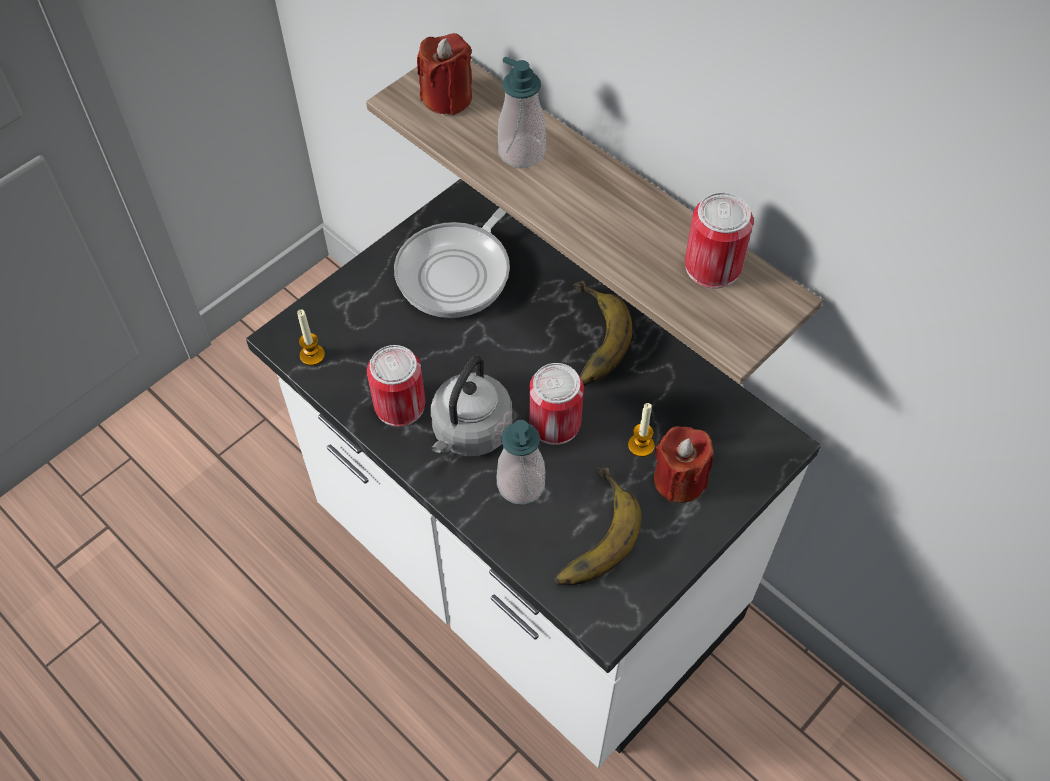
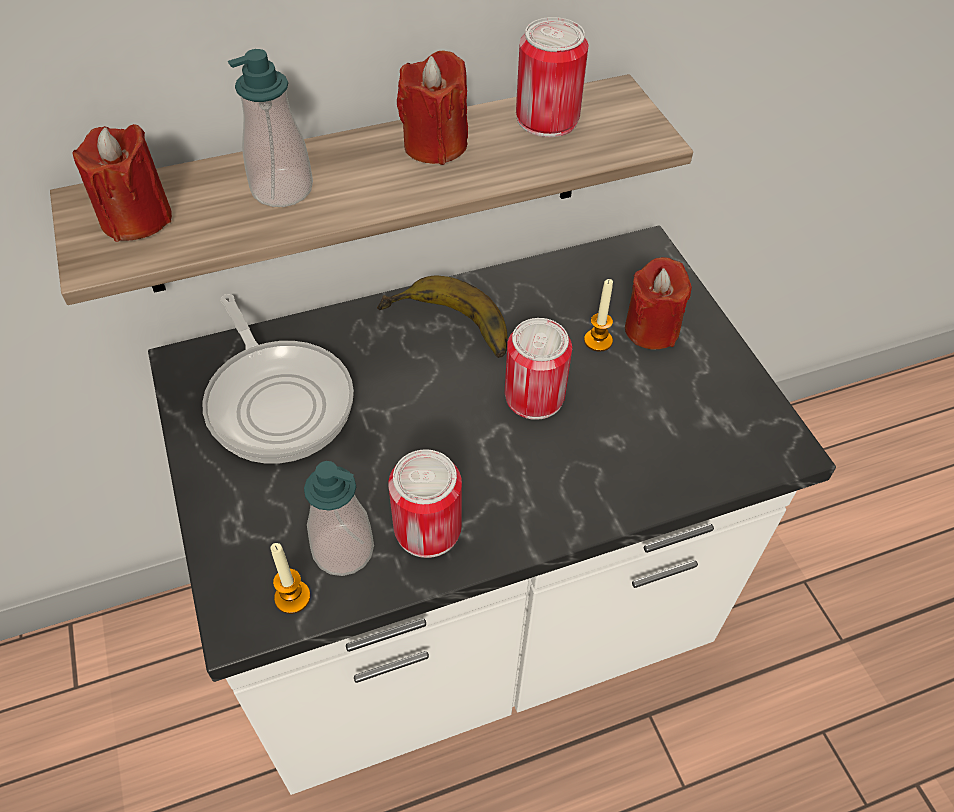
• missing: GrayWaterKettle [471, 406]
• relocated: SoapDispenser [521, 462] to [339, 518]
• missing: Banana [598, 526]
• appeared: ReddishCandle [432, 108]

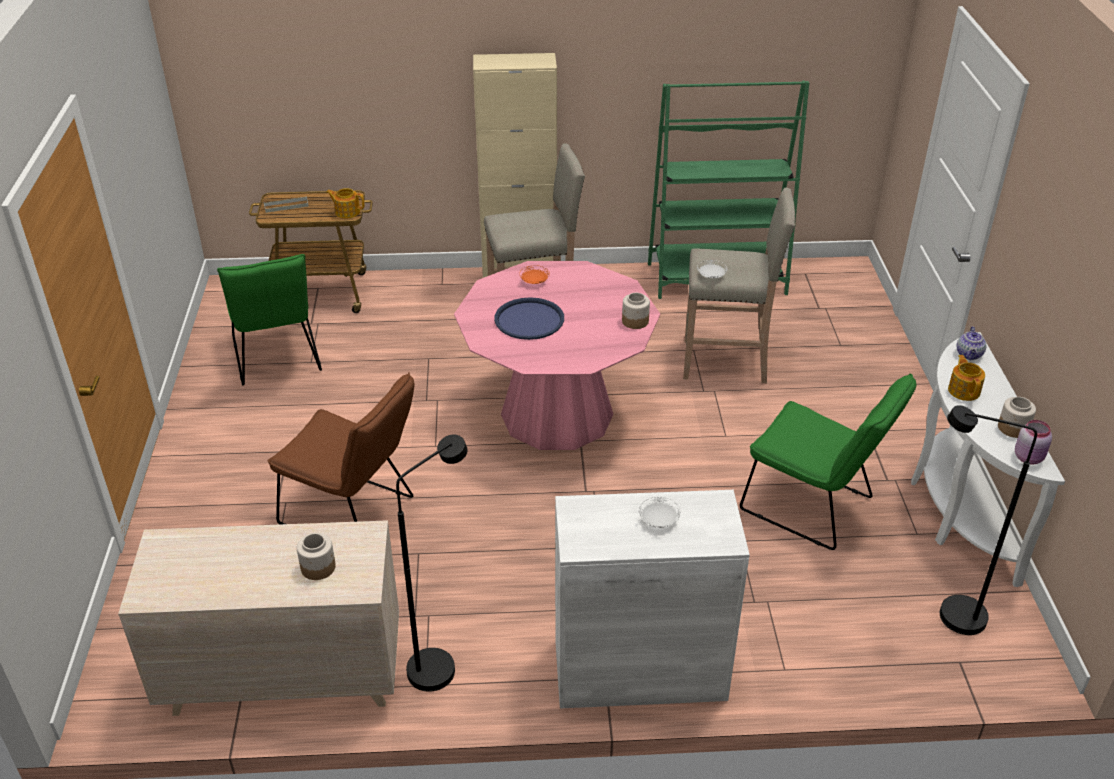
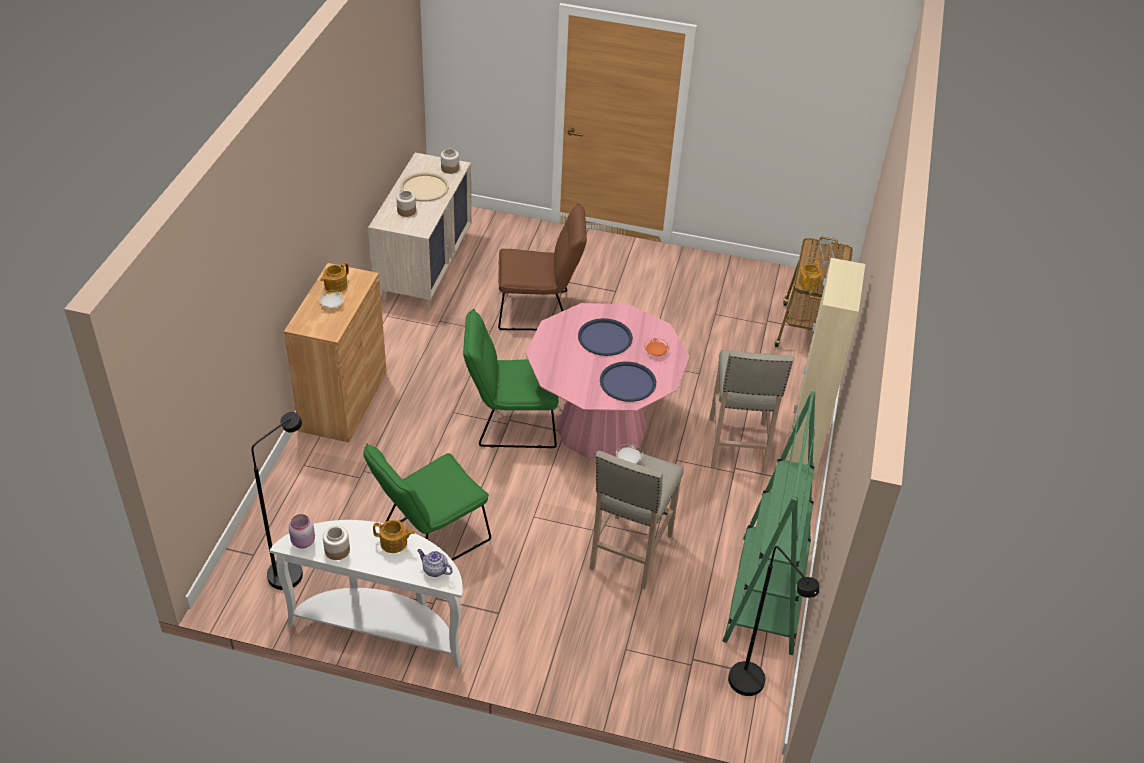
• relocated: GreenishUprightChair [269, 320] to [511, 378]
• relocated: StorageJar [636, 311] to [450, 161]
• spun: BrownColouredUprightChair [341, 448] = [542, 267] 135 degrees counterclockwise
• relocated: BlackFloorLamp [432, 563] to [773, 621]
• colour: WhiteStorageCabinet [652, 599] to BrownColouredStorageCabinet [335, 353]
• appeared: SandColouredServingTray [424, 186]
• appeared: PotForTea [334, 277]
• appeared: BluishServingTray [628, 382]

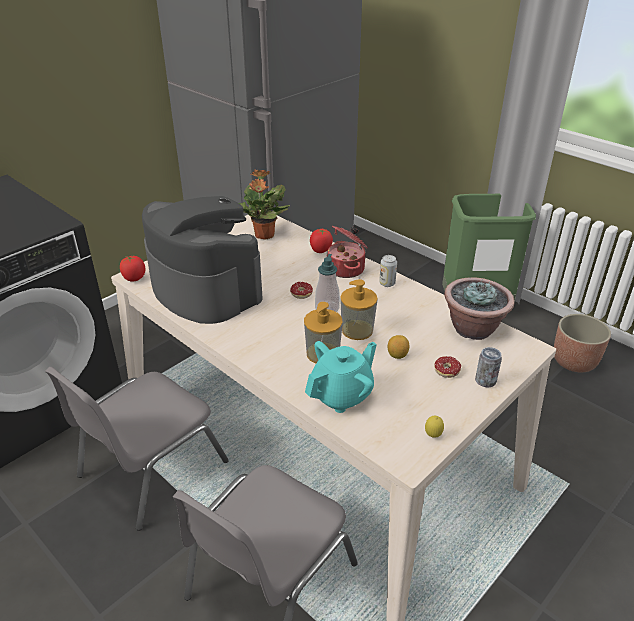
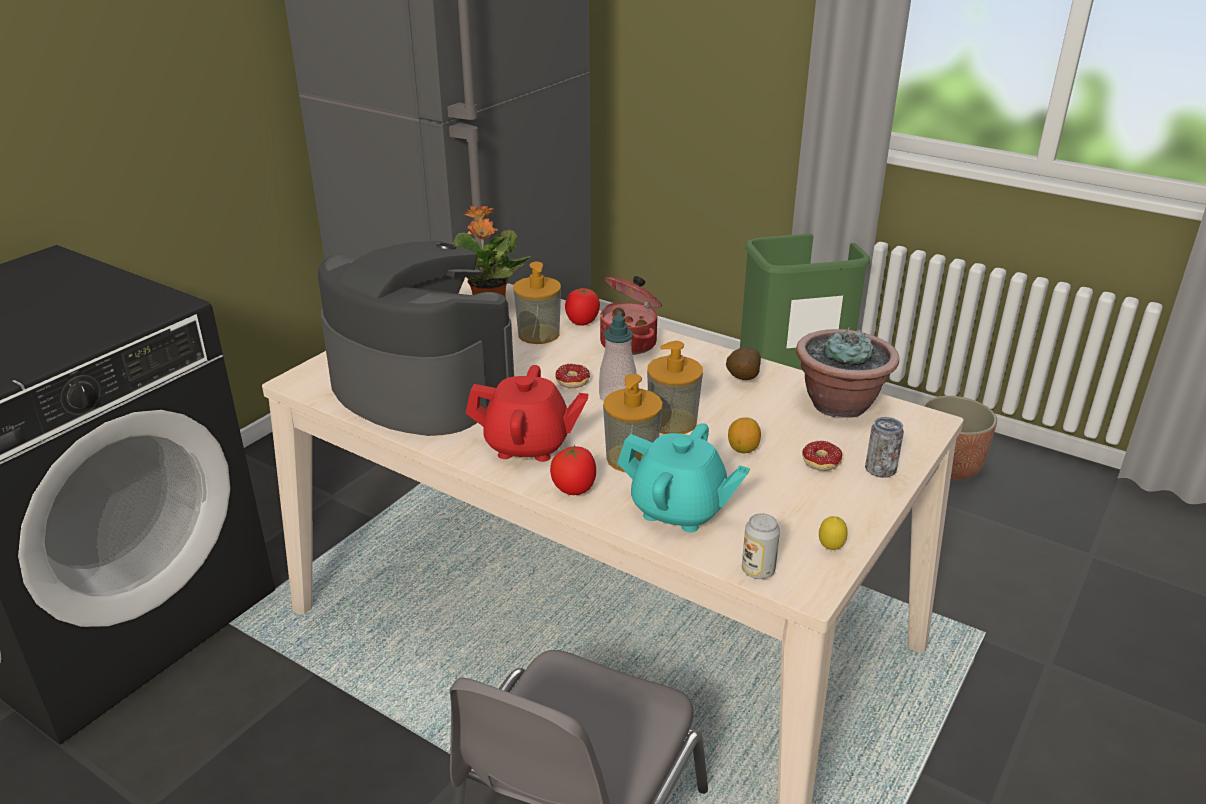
• relocated: WholeTomato [132, 268] to [573, 470]
• relocated: SealedCan [388, 271] to [761, 546]
• spun: BlueGreenPotForTea [341, 377] = [683, 477] 75 degrees clockwise
• missing: GrayUprightChair [137, 448]
• appeared: SoapDispenser [537, 303]
• appeared: Potato [743, 363]
• appeared: ReddishPotForTea [527, 413]

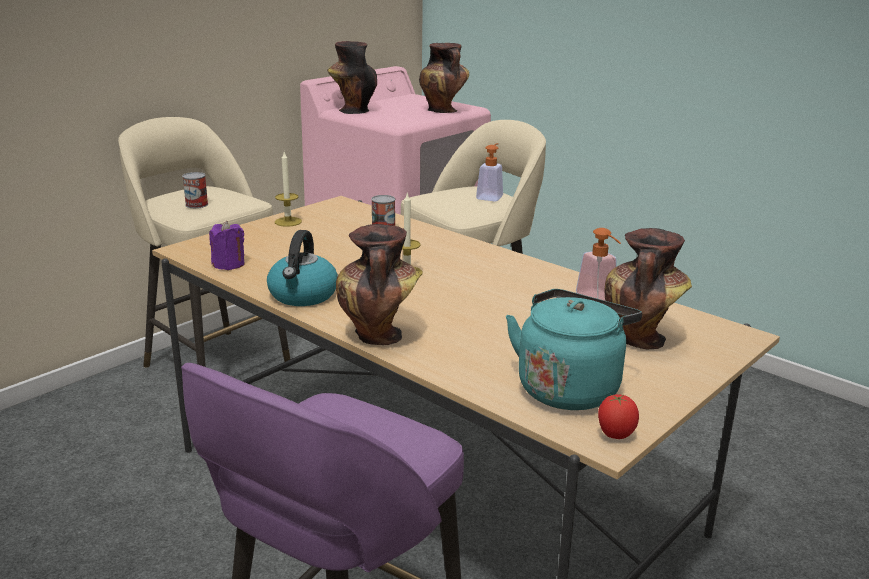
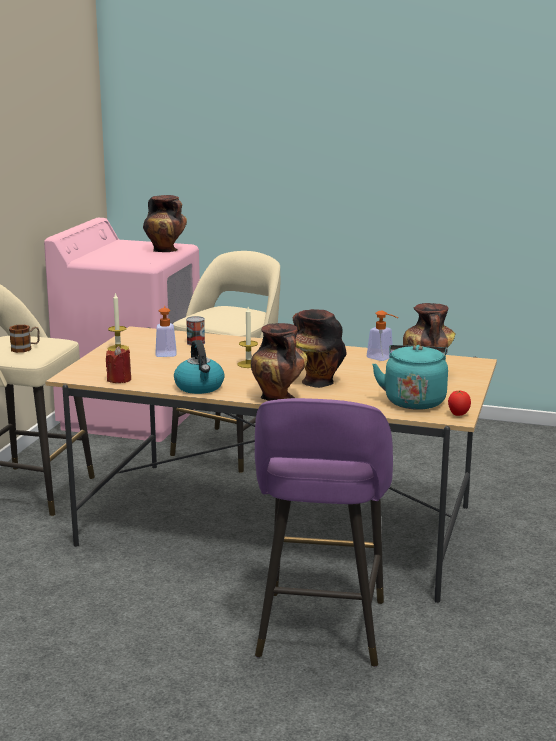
• relocated: Vase [352, 77] to [320, 348]
• relocated: SoapDispenser [489, 172] to [166, 331]
• exchanged: SealedCan [195, 190] to CoffeeMug [24, 339]
• colour: PurplishCandle [226, 245] to ReddishCandle [118, 364]

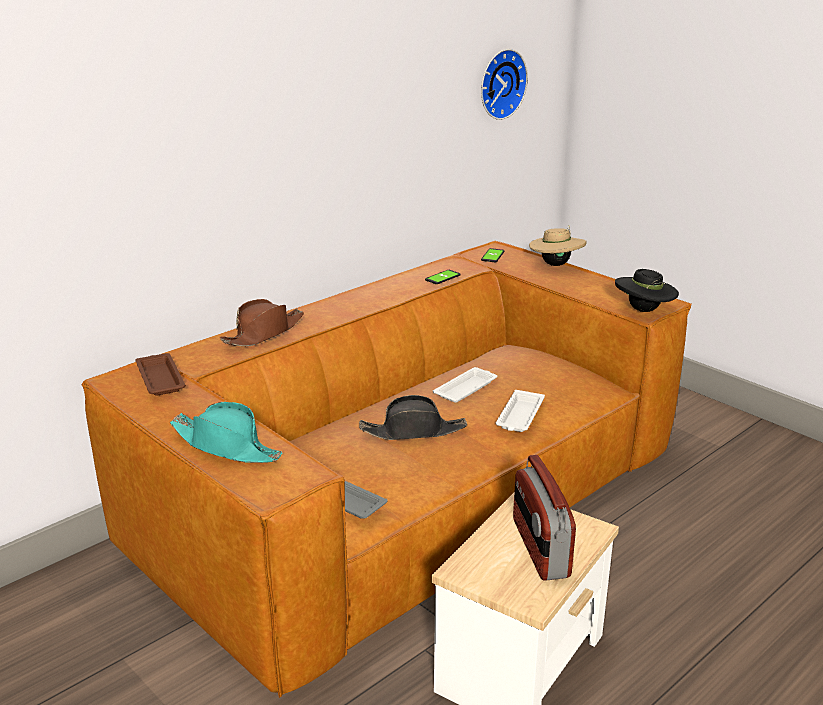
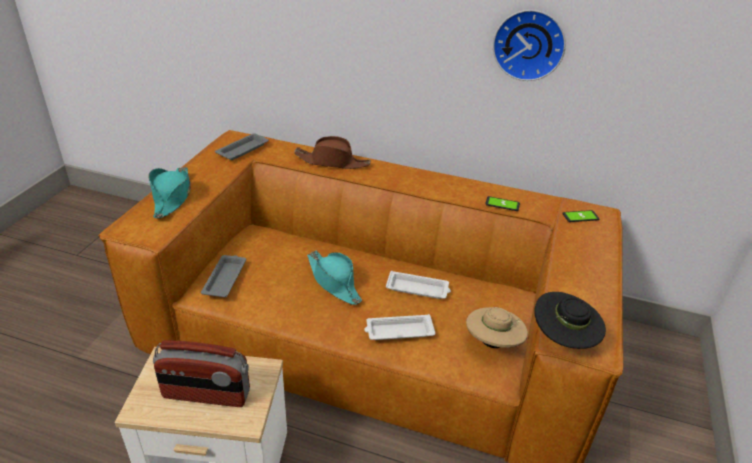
• relocated: WallClock [504, 84] to [529, 45]
• relocated: SandColouredWearableHat [558, 245] to [497, 327]
• colour: BrownColouredServingTray [160, 374] to GrayServingTray [242, 146]
• colour: BlackWearableHat [413, 417] to BlueGreenWearableHat [334, 277]
• spun: RadioSet [544, 518] = [201, 373] 135 degrees counterclockwise

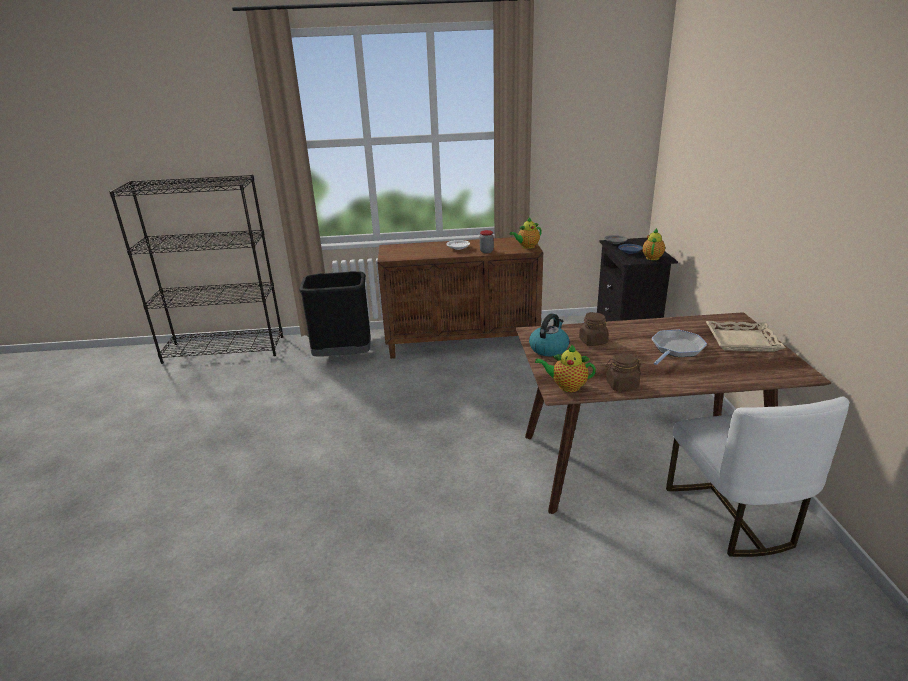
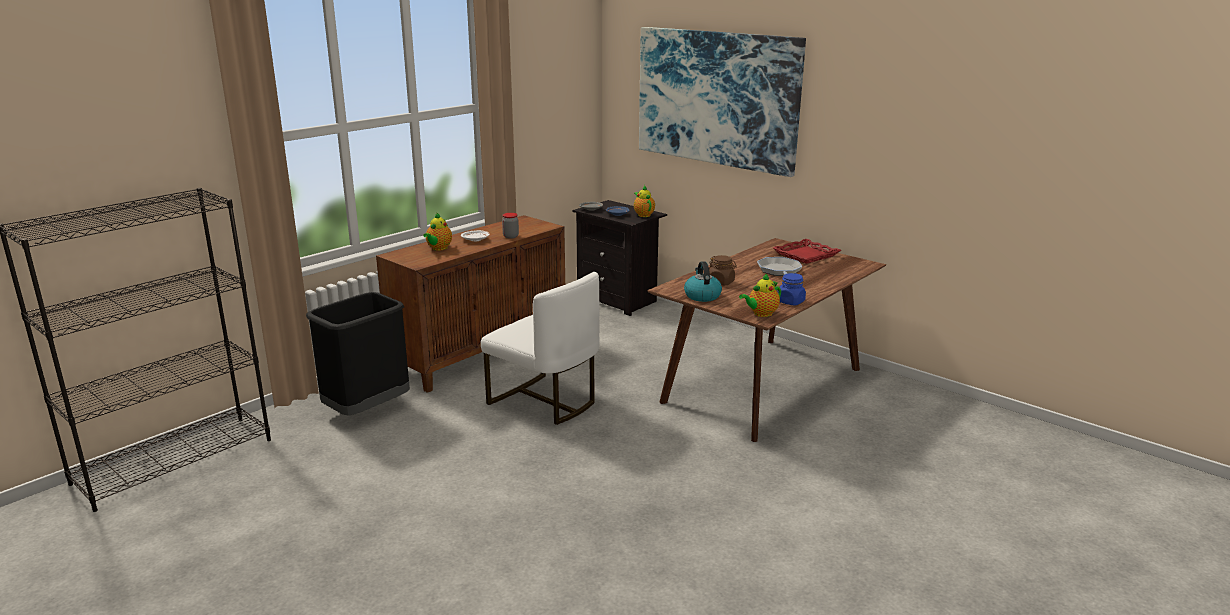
• relocated: PotForTea [525, 233] to [437, 231]
• colour: SandColouredServingTray [746, 336] to ReddishServingTray [807, 251]
• colour: BrownColouredStorageJar [623, 372] to BluishStorageJar [792, 289]
• relocated: WhiteUprightChair [757, 476] to [540, 348]
• appeared: Picture [722, 102]

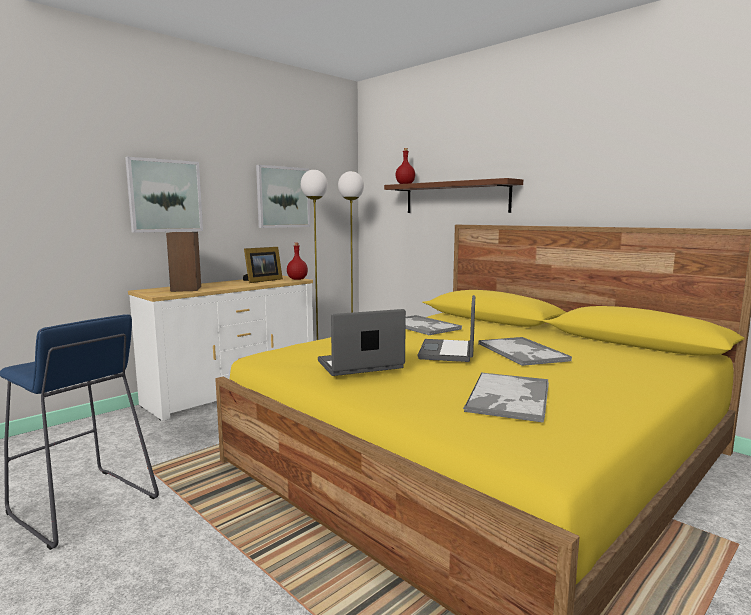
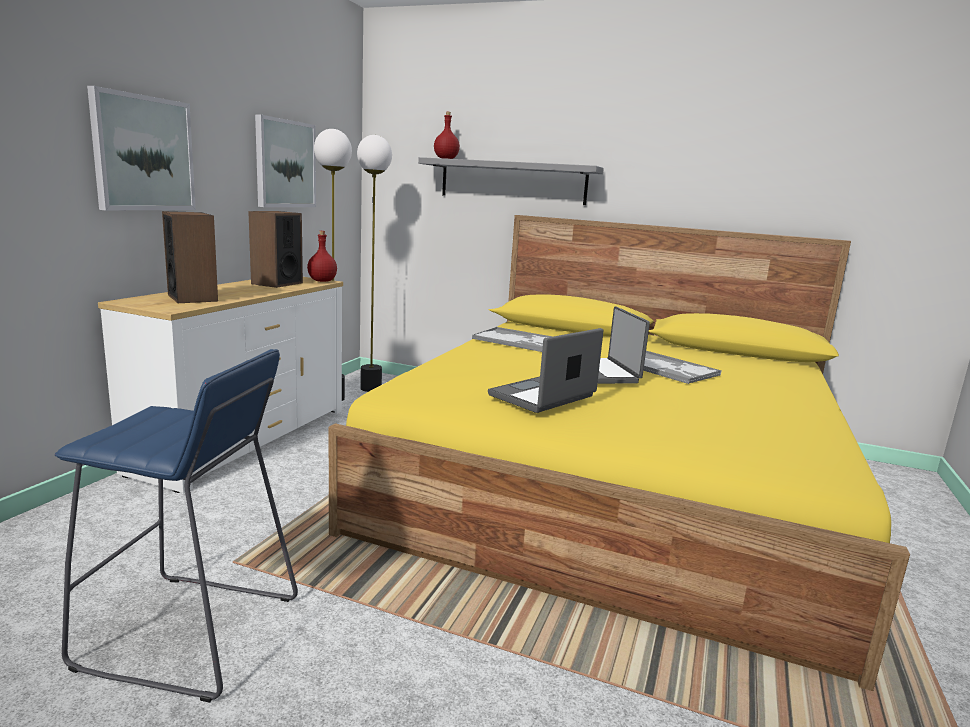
• colour: BrownColouredShelf [453, 195] to GrayShelf [511, 181]
• exchanged: StandingFrame [263, 265] to Speaker [275, 249]
• missing: ServingTray [506, 397]

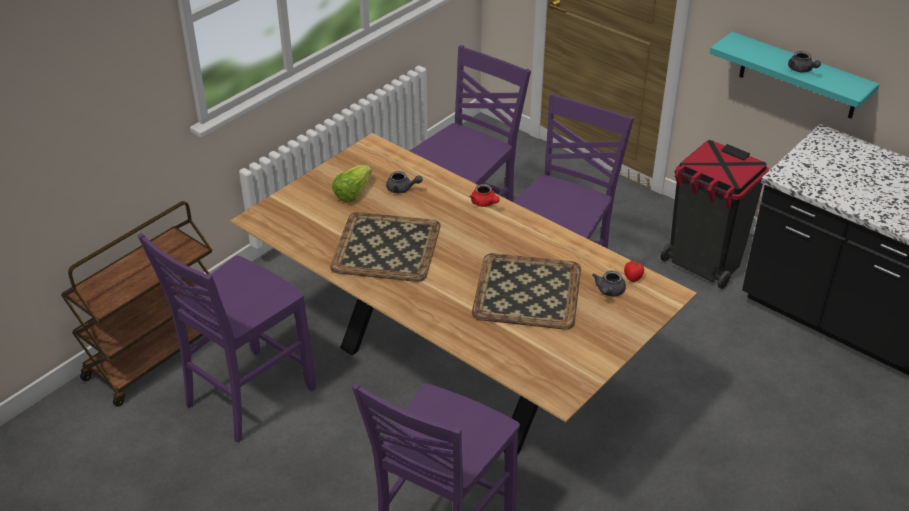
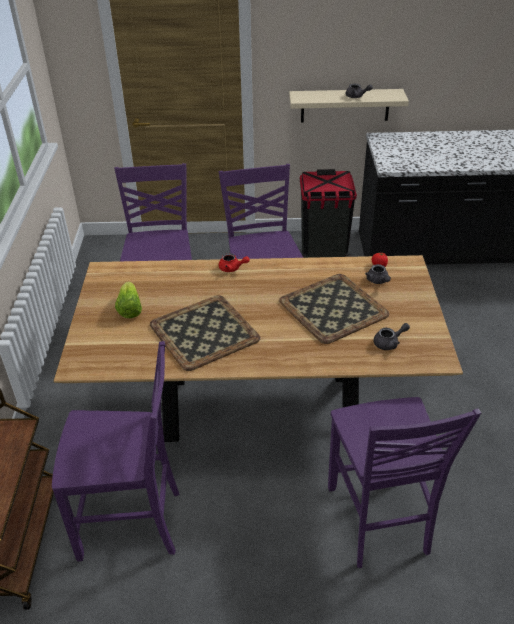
• colour: BlueGreenShelf [794, 75] to SandColouredShelf [349, 106]
• relocated: GrayPotForTea [404, 182] to [391, 336]
• spun: PurplishUprightChair [226, 338] = [116, 451] 90 degrees counterclockwise

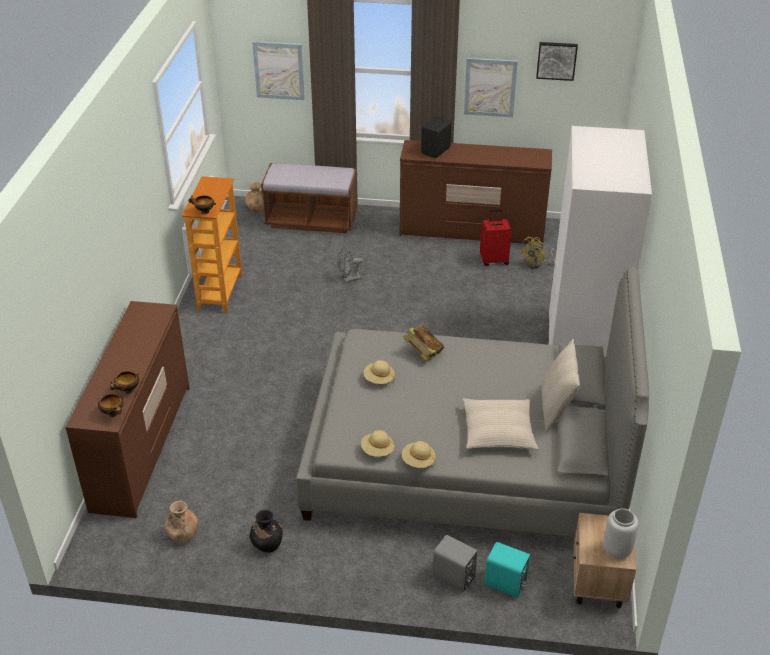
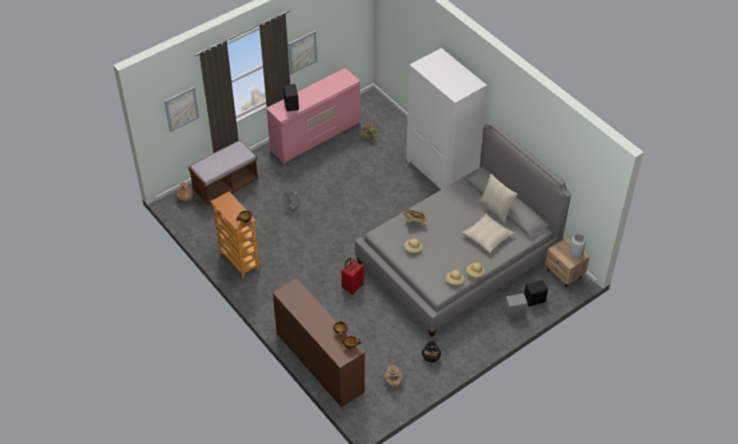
• missing: Picture [557, 61]
• colour: BrownColouredDresser [476, 193] to PinkDresser [313, 116]
• relocated: ReddishTravelCase [496, 237] to [352, 276]
• colour: BlueGreenSpeaker [507, 570] to BlackSpeaker [536, 293]

